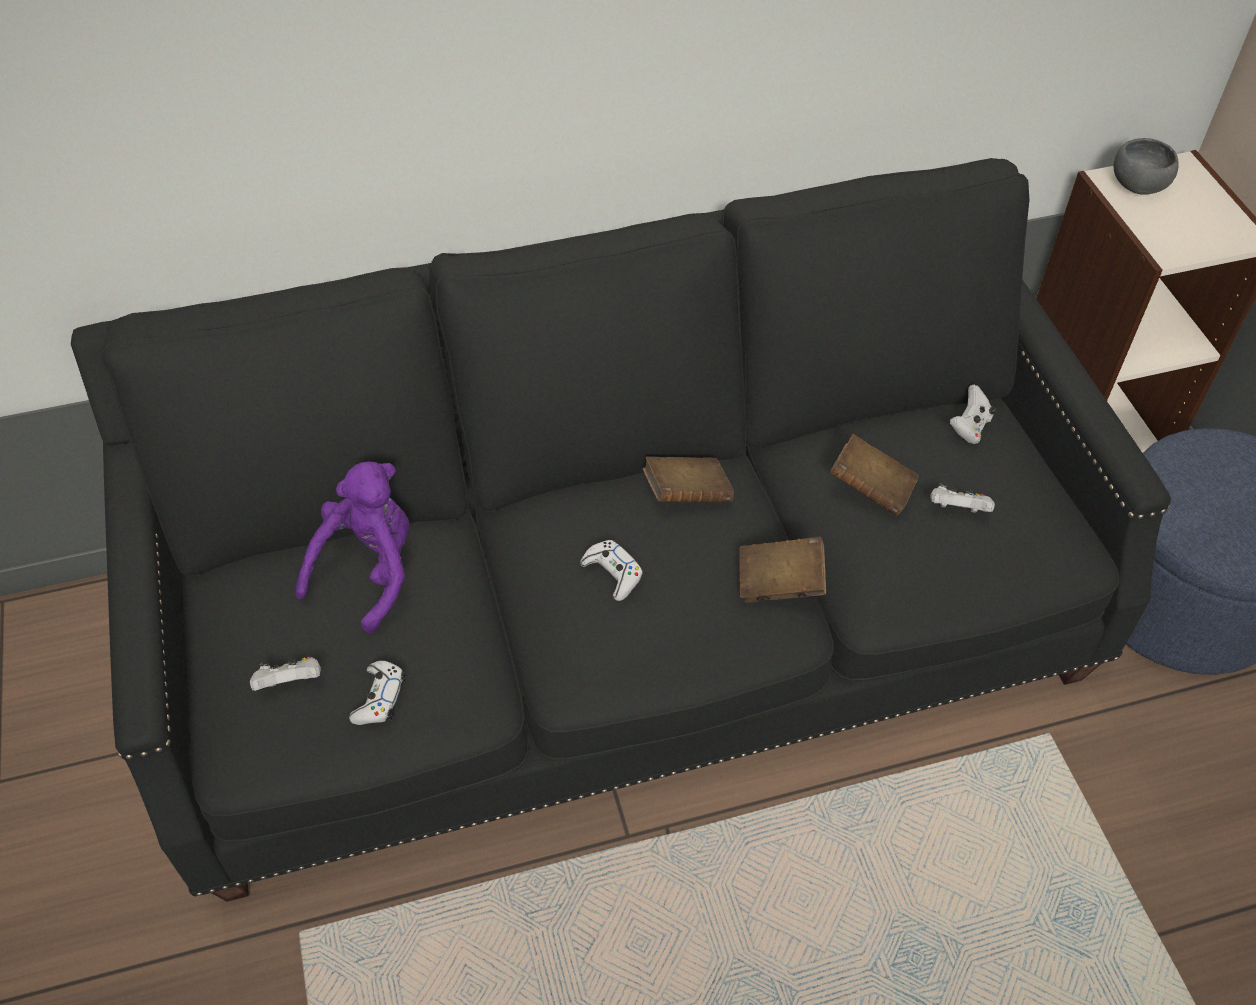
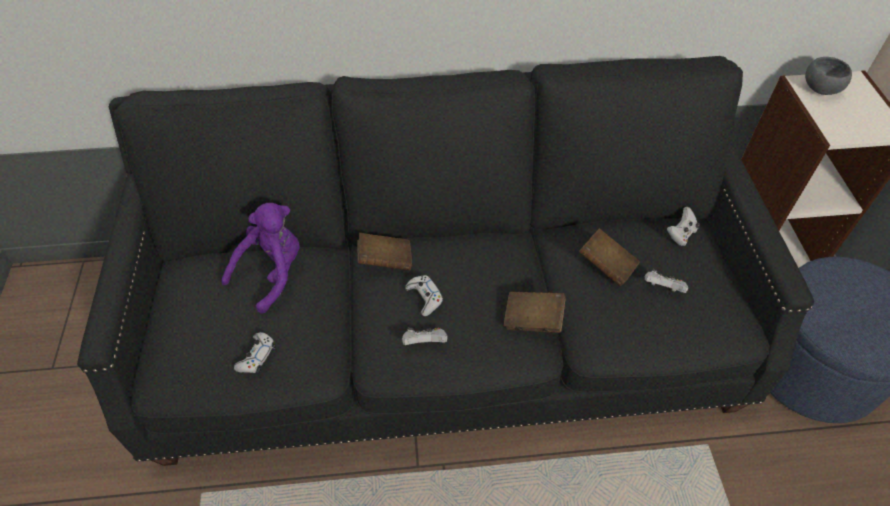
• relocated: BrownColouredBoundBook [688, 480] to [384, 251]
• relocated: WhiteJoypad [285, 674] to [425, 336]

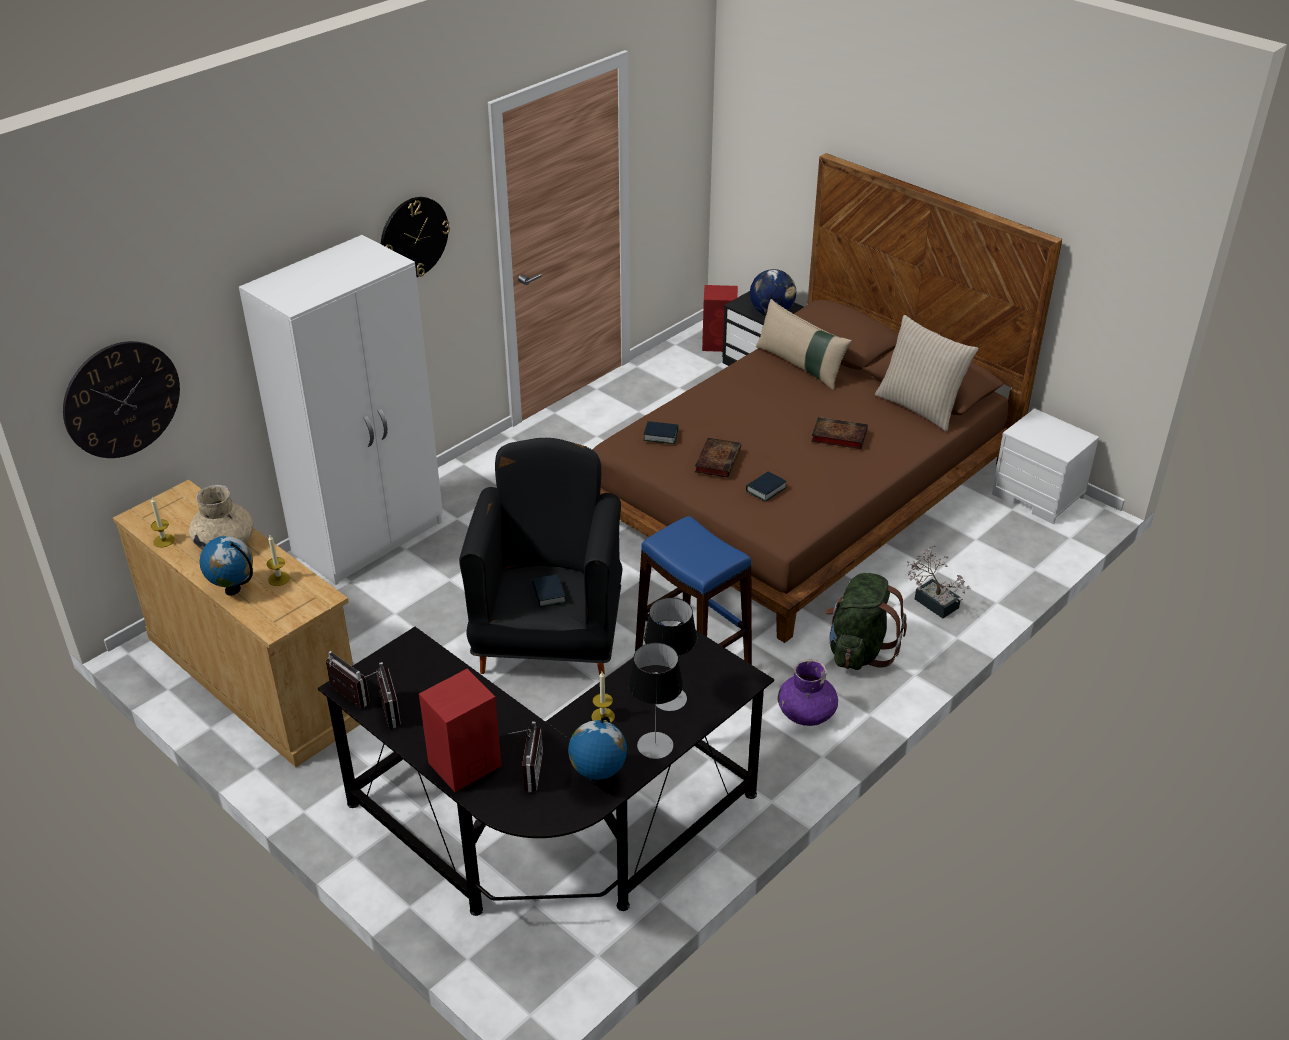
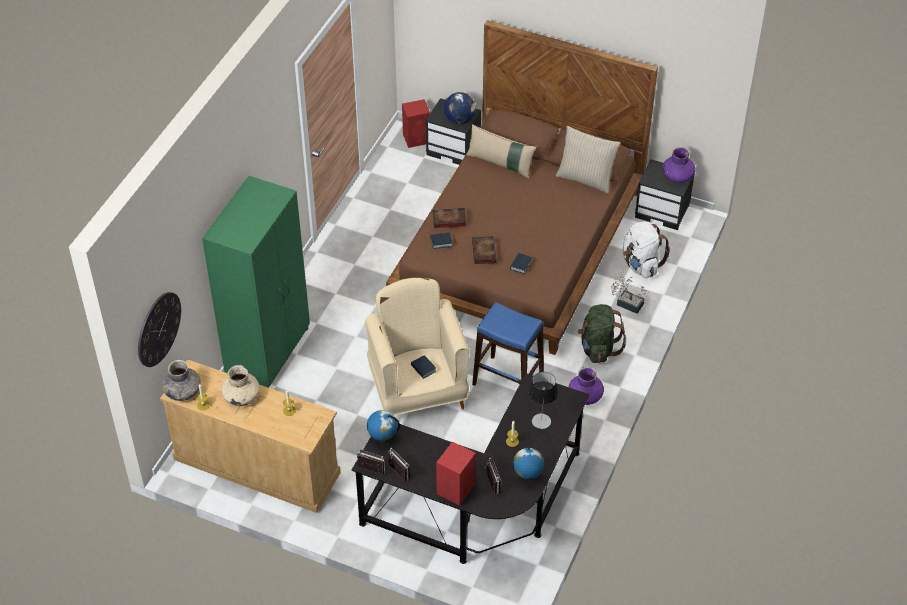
• missing: WallClock [415, 237]
• colour: WhiteClothesCupboard [341, 410] to GreenishClothesCupboard [256, 282]
• colour: WhiteNightTable [1045, 466] to BlackNightTable [664, 194]
• relocated: BoundBook [839, 433] to [449, 218]
• colour: BlackEasyChair [541, 556] to SandColouredEasyChair [417, 347]
• relocated: Globe [226, 566] to [383, 426]
• missing: LampForATable [655, 701]
• appeared: PurplishVase [679, 165]
• appeared: WhiteKnapsack [646, 249]
• appeared: GrayVase [181, 380]

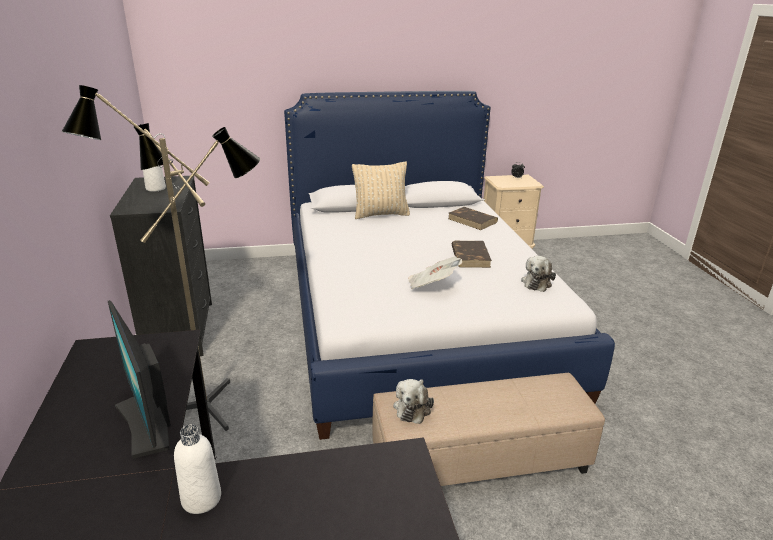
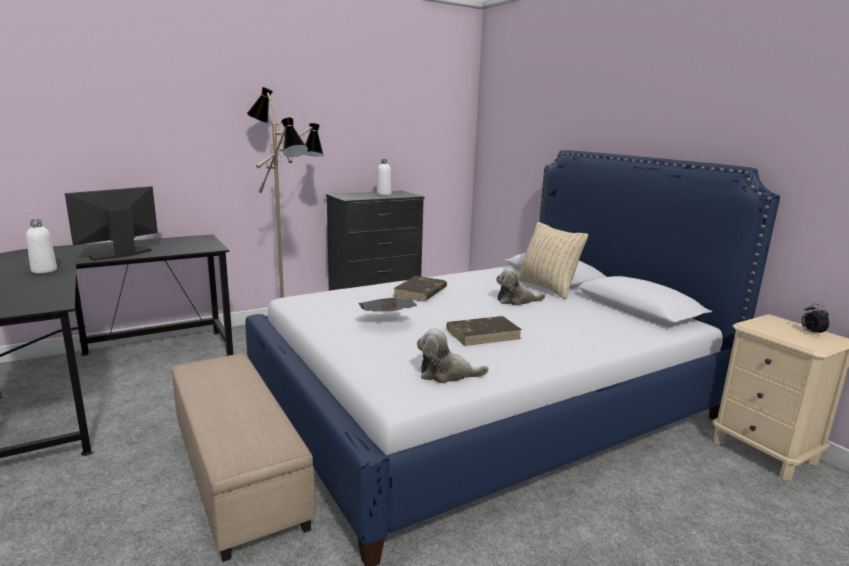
• relocated: BrownColouredBoundBook [473, 218] to [420, 288]
• relocated: SoftToy [413, 401] to [520, 287]

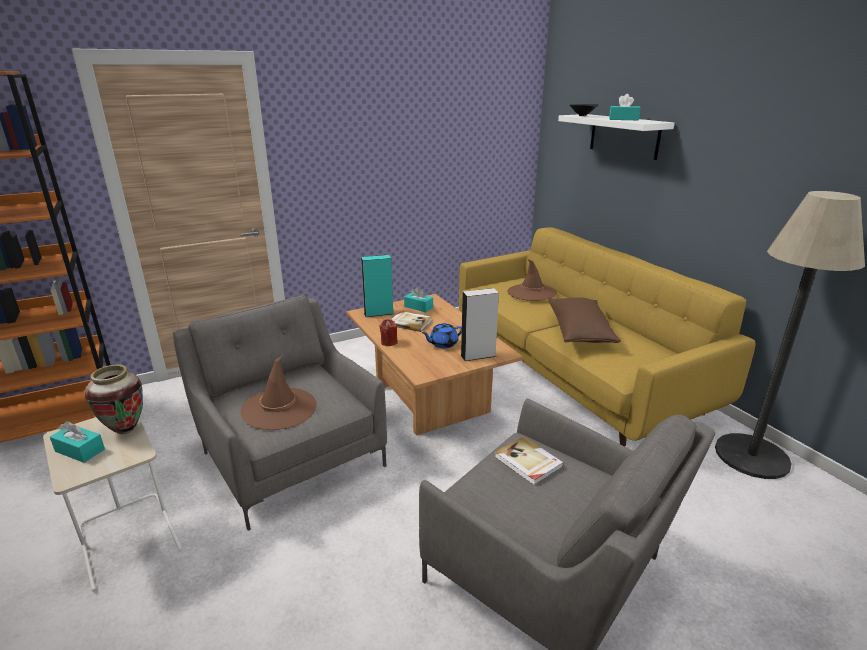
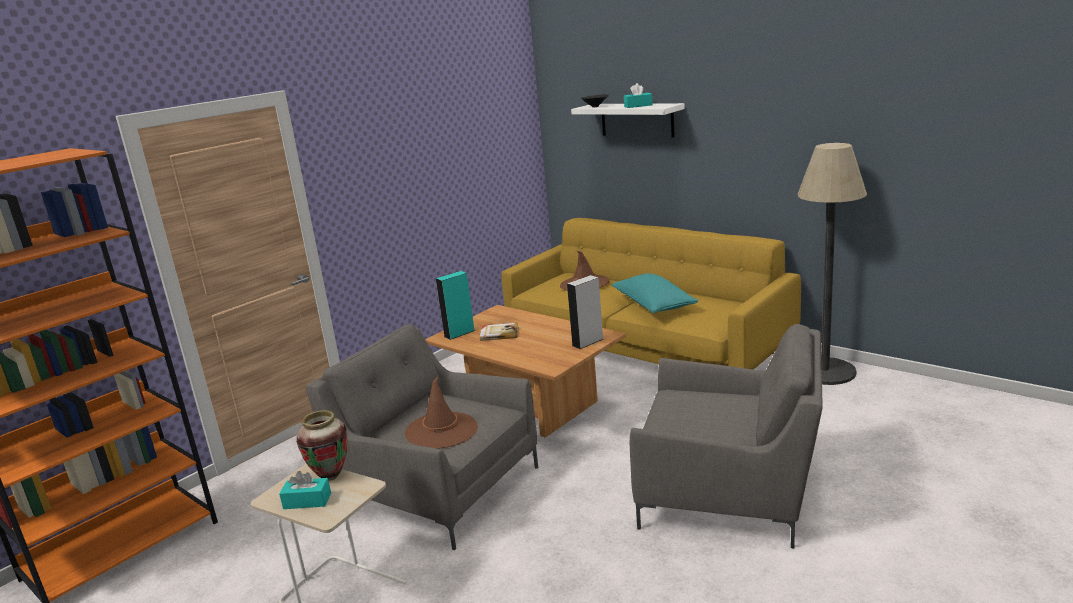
• missing: BlueGreenBoxOfTissues [418, 299]
• colour: BrownColouredCushion [585, 320] to BlueGreenCushion [655, 293]
• missing: ReddishCandle [389, 332]
• missing: BluishPotForTea [442, 335]
• missing: BoundBook [529, 460]

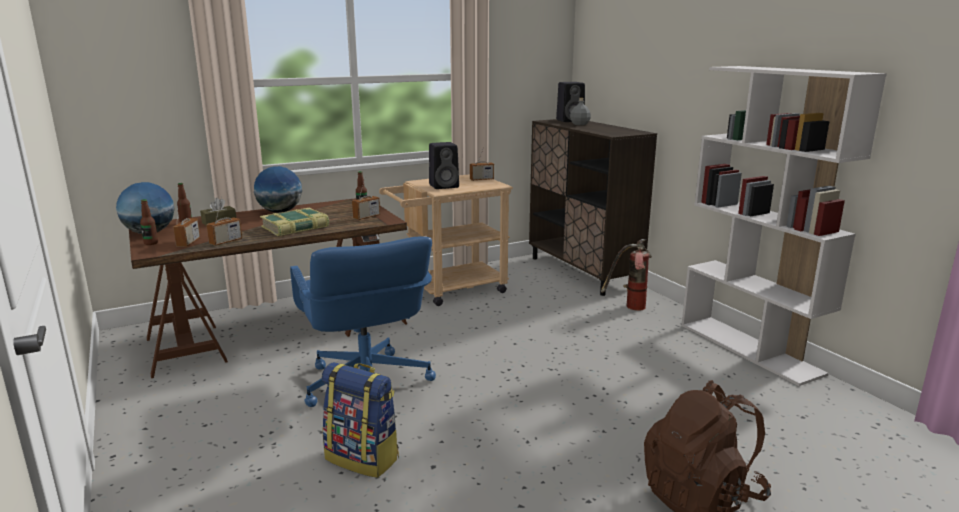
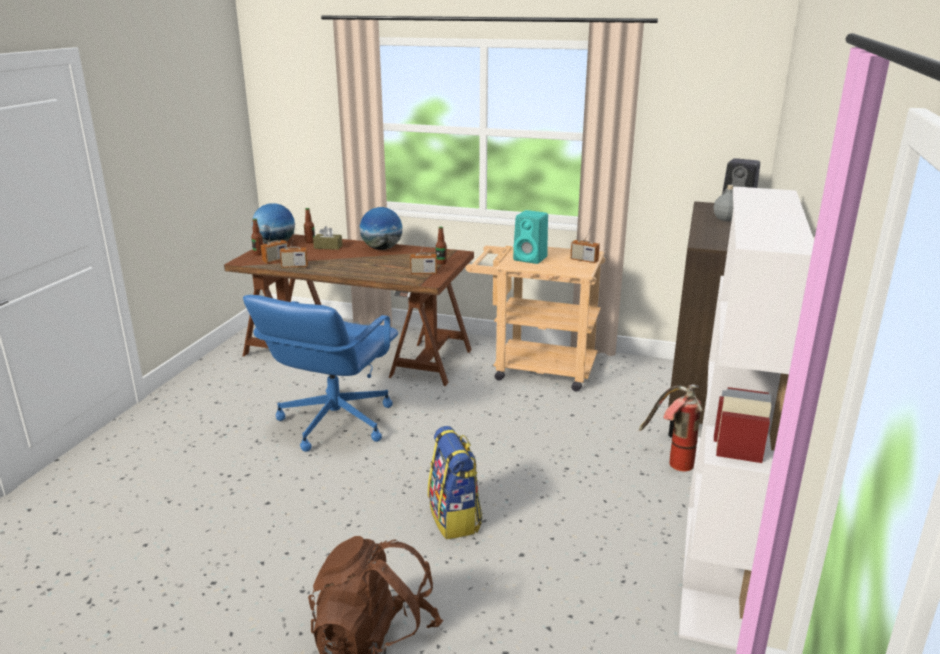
• colour: BlackSpeaker [444, 165] to BlueGreenSpeaker [530, 237]
• missing: BoundBook [294, 222]
• relocated: Knapsack [360, 420] to [455, 483]

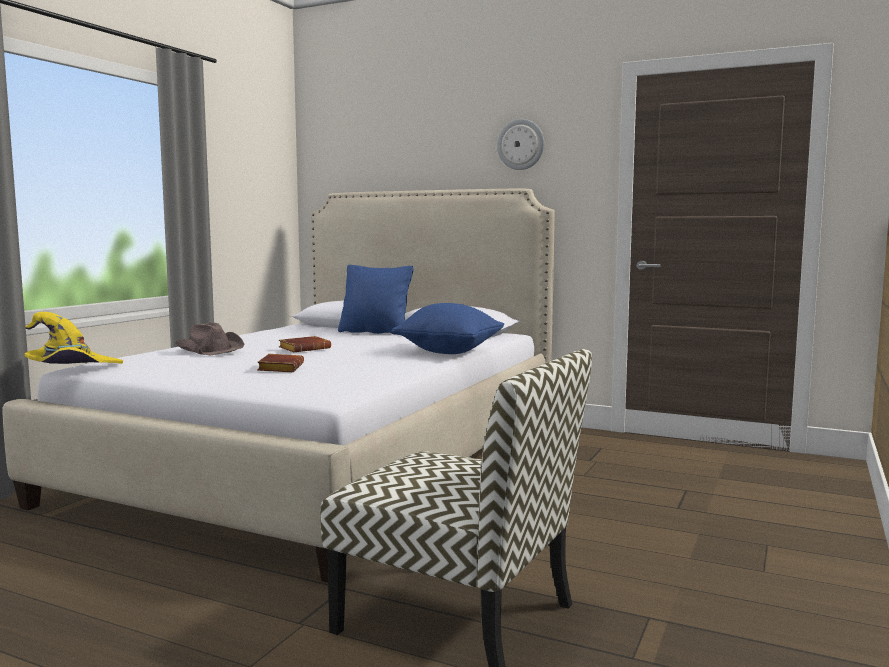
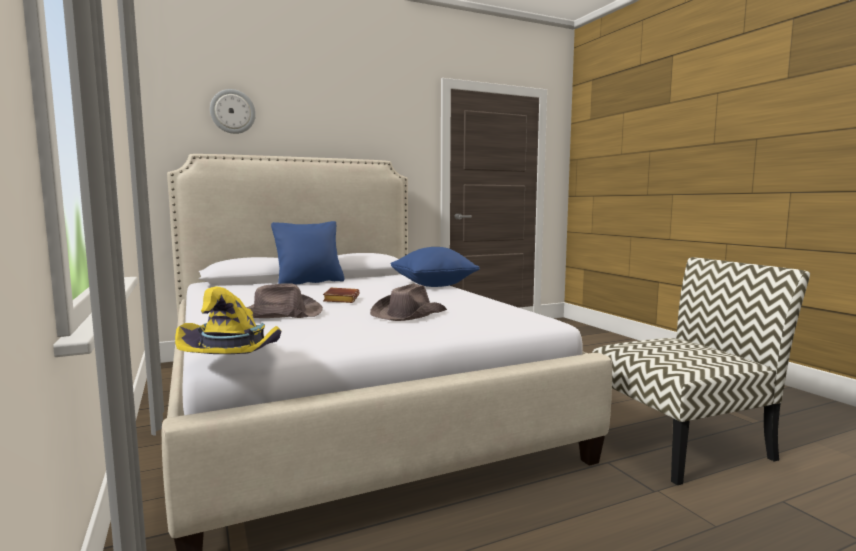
• relocated: WallClock [520, 144] to [233, 111]
• exchanged: BrownColouredBoundBook [280, 363] to BrownColouredWearableHat [408, 302]

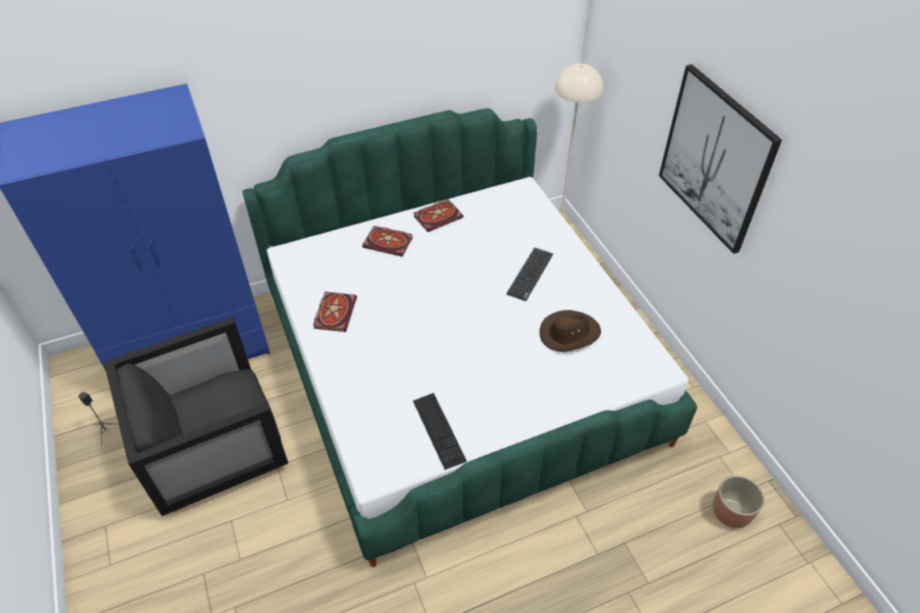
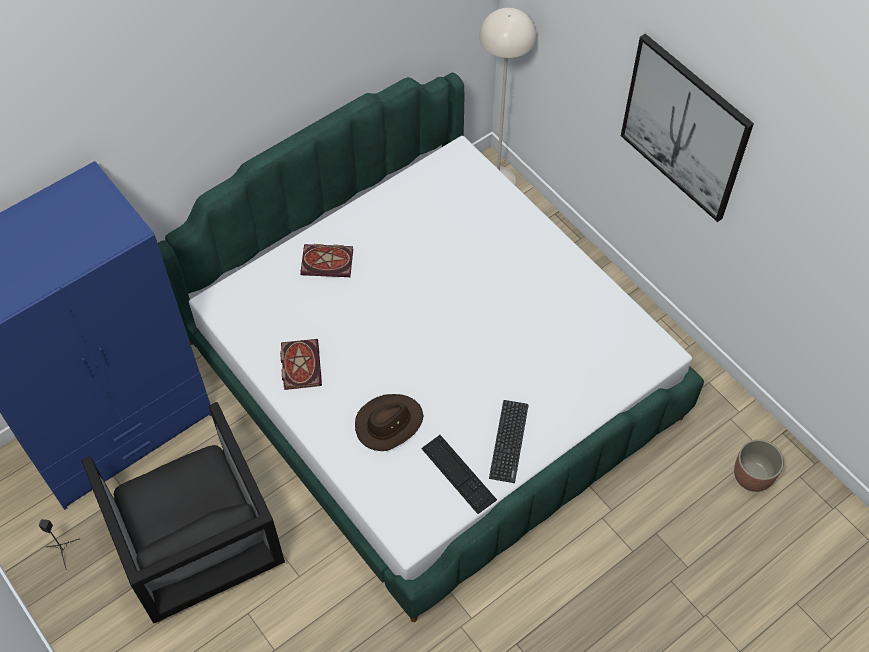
• missing: BoundBook [438, 215]
• relocated: ComputerKeyboard [529, 274] to [509, 441]
• relocated: BrownColouredWearableHat [570, 331] to [389, 422]
• spun: BlackEasyChair [196, 416] = [183, 512] 75 degrees counterclockwise

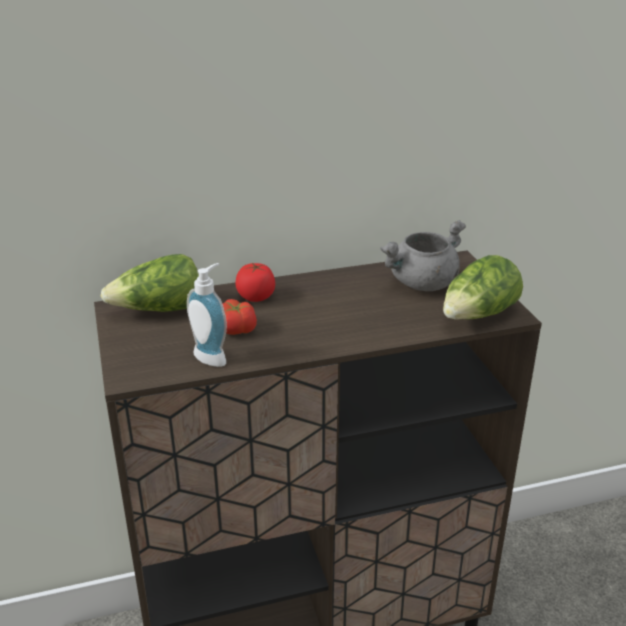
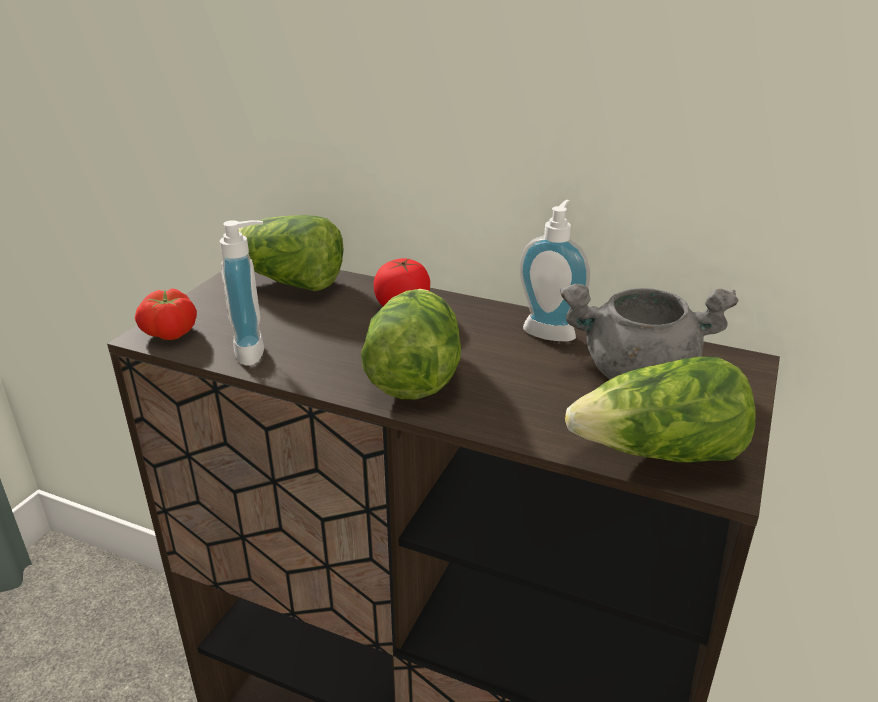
• relocated: WholeTomato [239, 317] to [166, 314]
• appeared: SoapDispenser [554, 270]
• appeared: LettuceHead [411, 344]

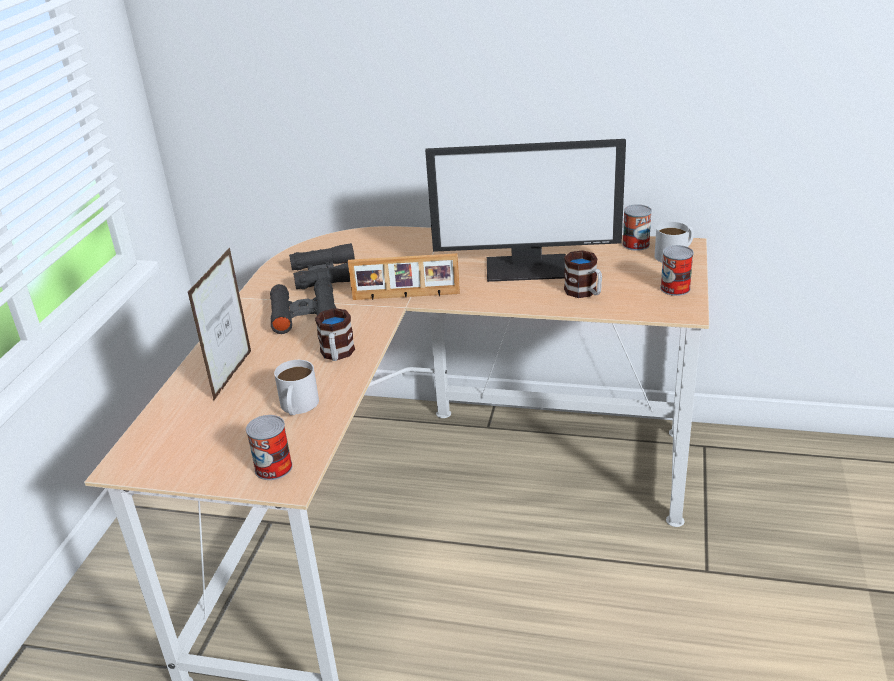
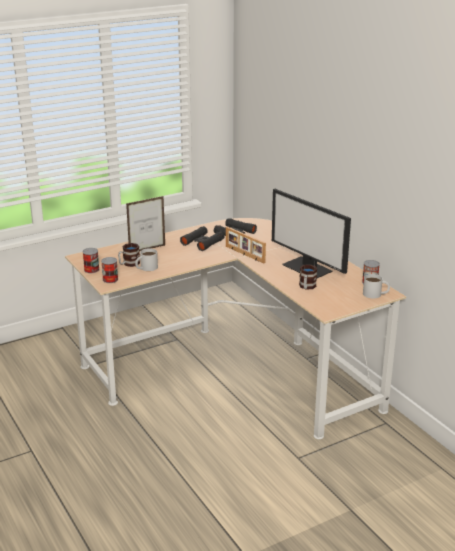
• relocated: SealedCan [677, 270] to [91, 260]
• relocated: CoffeeMug [335, 334] to [129, 255]

